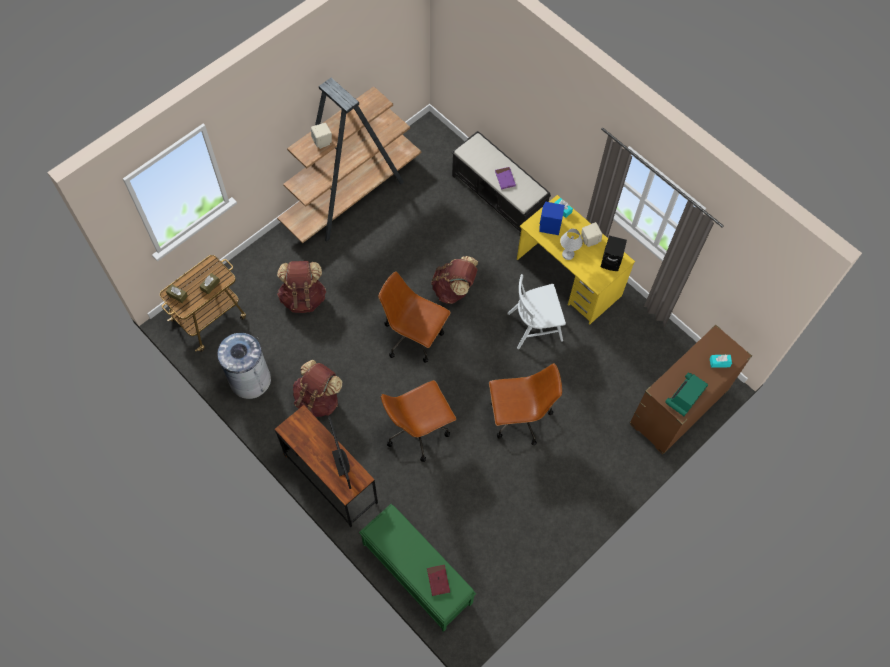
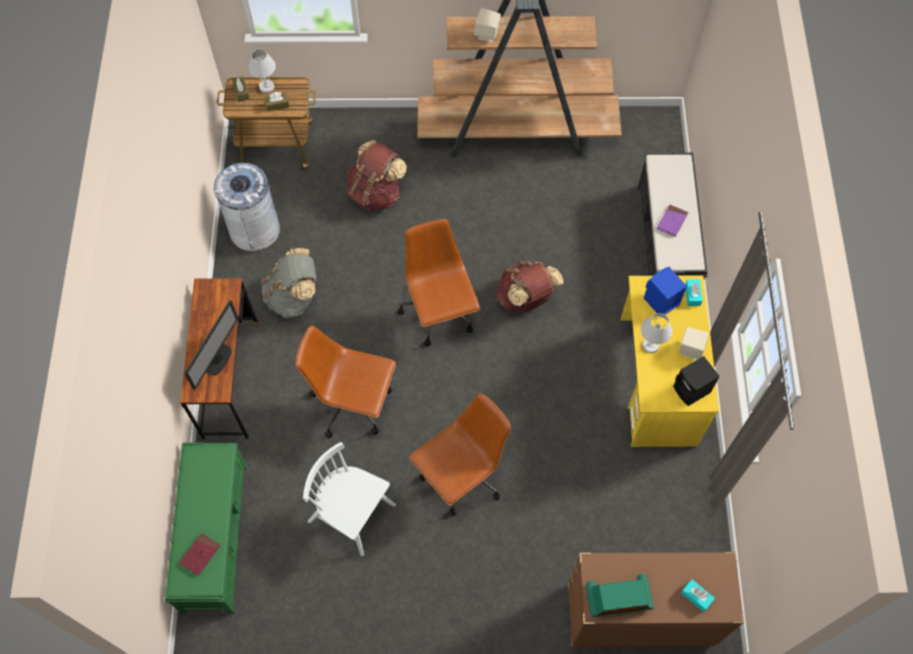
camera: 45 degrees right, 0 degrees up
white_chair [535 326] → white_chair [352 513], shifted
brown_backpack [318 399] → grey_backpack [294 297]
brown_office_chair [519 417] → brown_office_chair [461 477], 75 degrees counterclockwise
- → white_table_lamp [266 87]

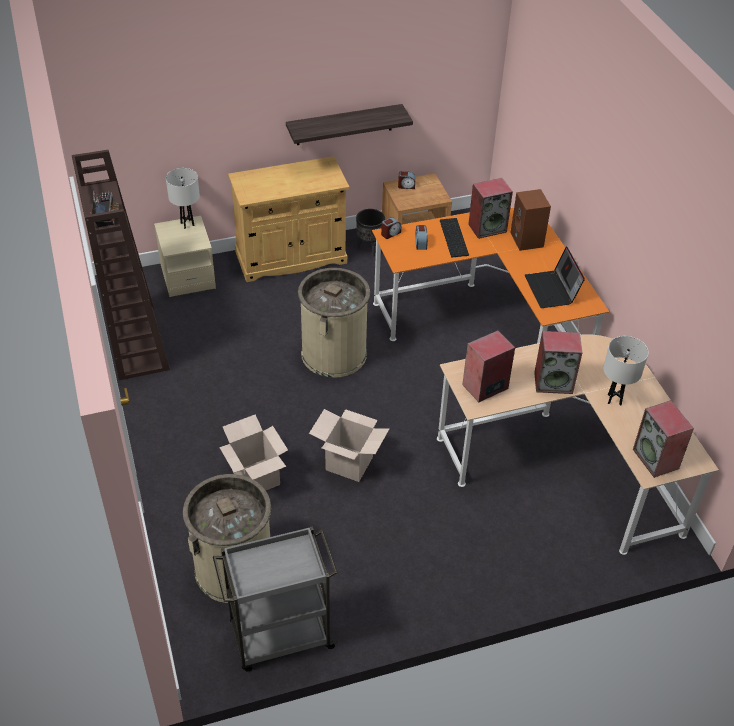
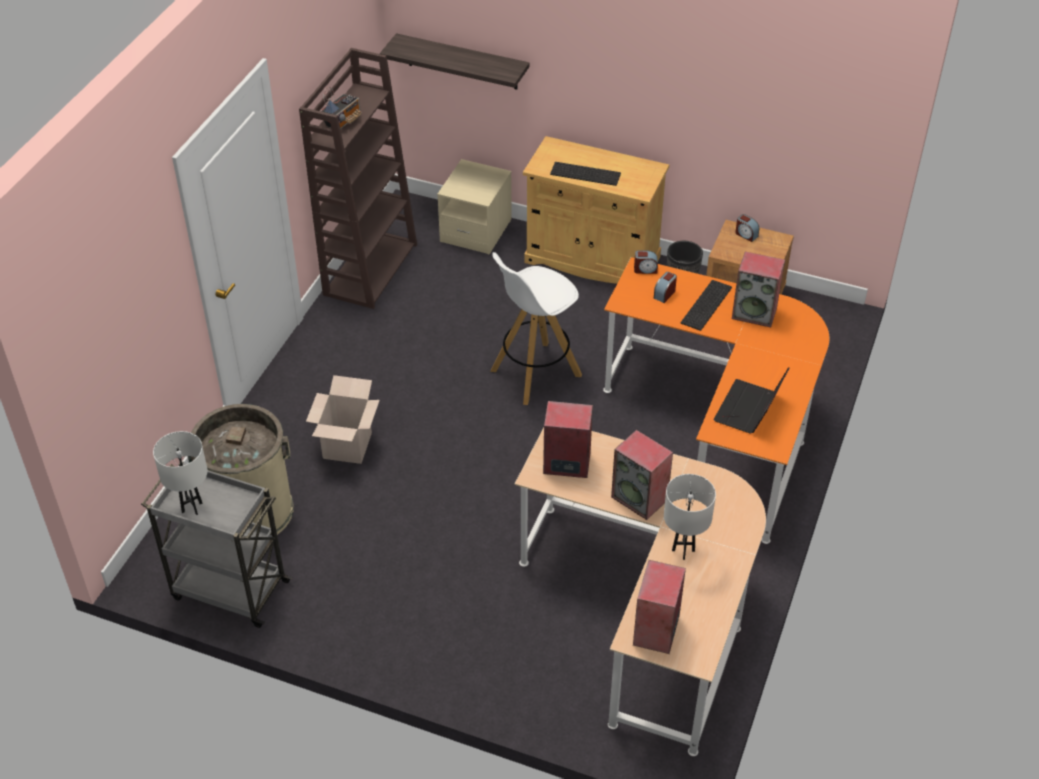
camera: 40 degrees right, 0 degrees up
shelf [344 125] → shelf [462 62], shifted
white_table_lamp [187 224] → white_table_lamp [191 507], shifted
brown_speaker [527 240] → -
beige_trash_can [334 353] → white_stool [534 373]
cardboard_box [349 463] → -
- → keyboard [586 173]

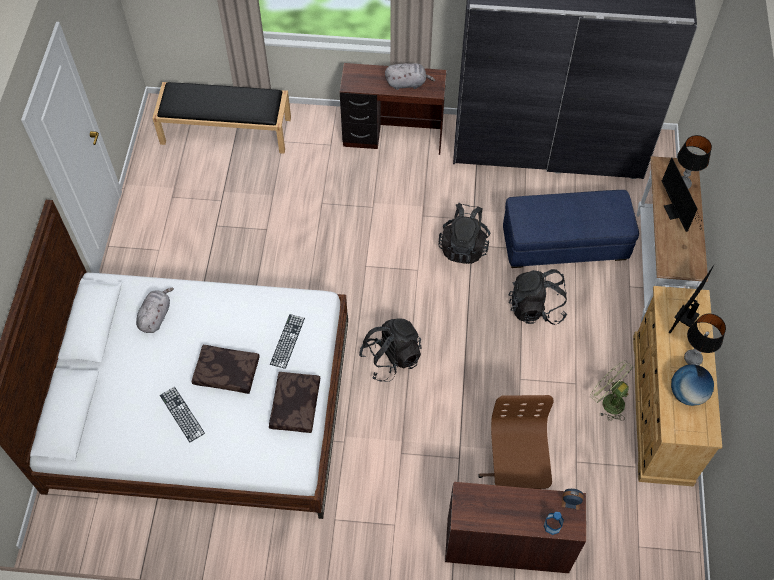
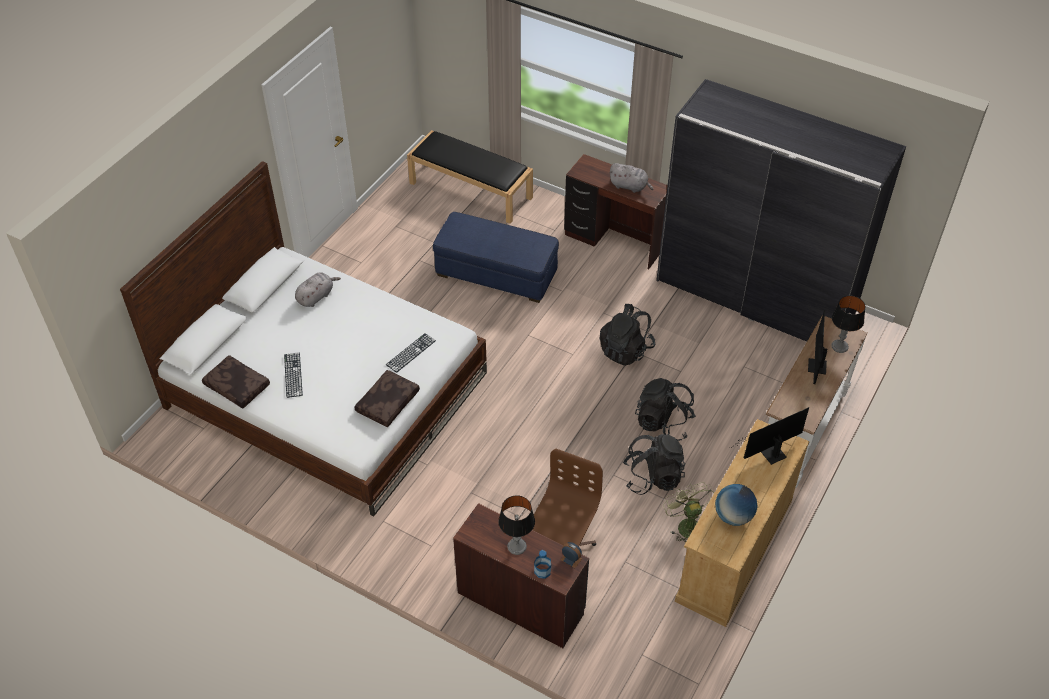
camera: 25 degrees right, 10 degrees down
blue_ottoman [565 244] → blue_ottoman [496 274], shifted
table_lamp [693 358] → table_lamp [517 546], shifted
black_backpack [391 358] → black_backpack [652 477], shifted
brown_pillow [226 373] → brown_pillow [236 387], shifted

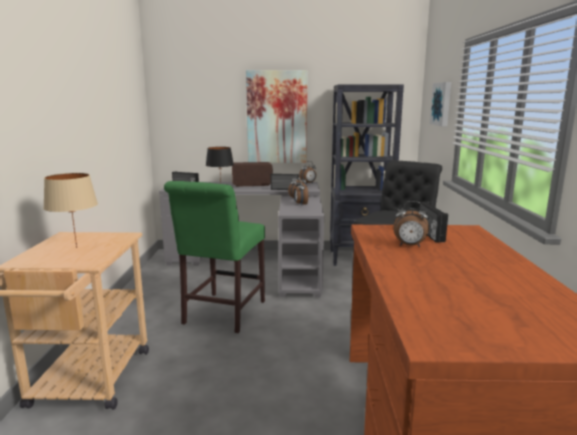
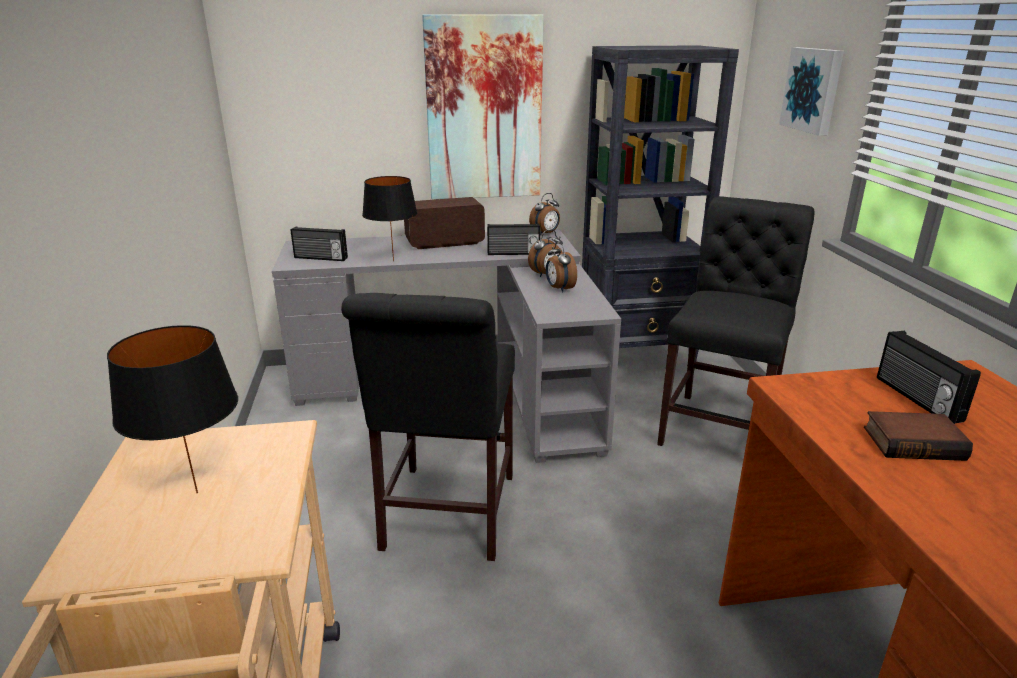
camera: 10 degrees left, 10 degrees up
beige_table_lamp [76 248] → black_table_lamp [196 493]
green_chair [221 314] → black_chair [446 517]
alarm_clock [409 246] → book [913 442]

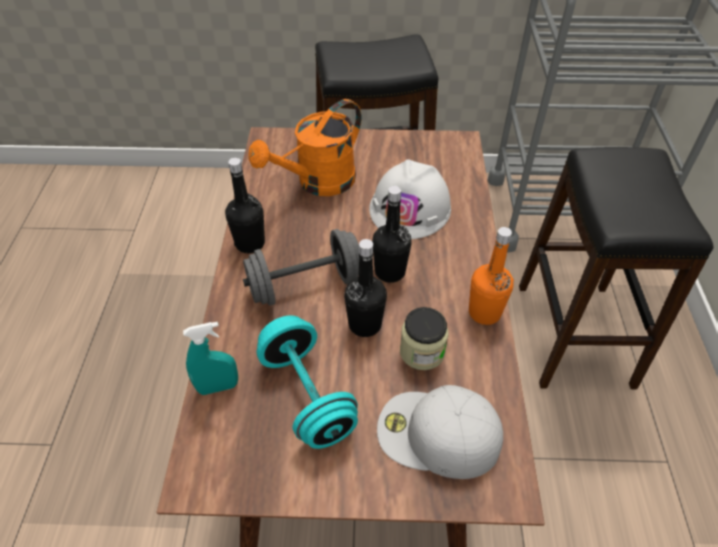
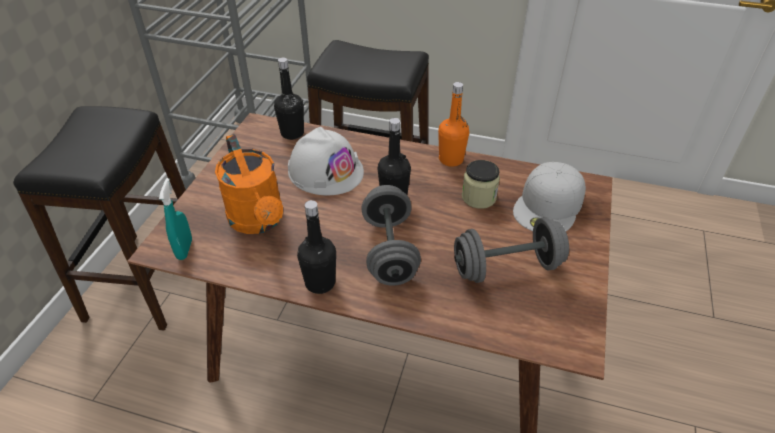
camera: 75 degrees left, 5 degrees down
black_bottle [365 324] → black_bottle [292 133], shifted
turquoise_dumbbell [307 396] → grey_dumbbell [506 267]
turquoise_spray_bottle [218 387] → turquoise_spray_bottle [184 249], shifted

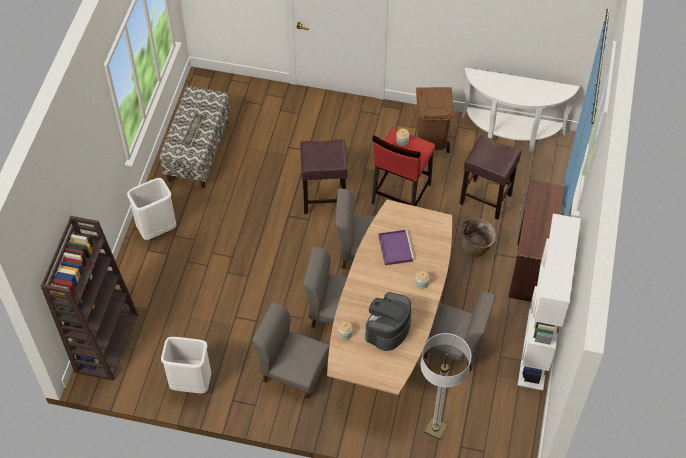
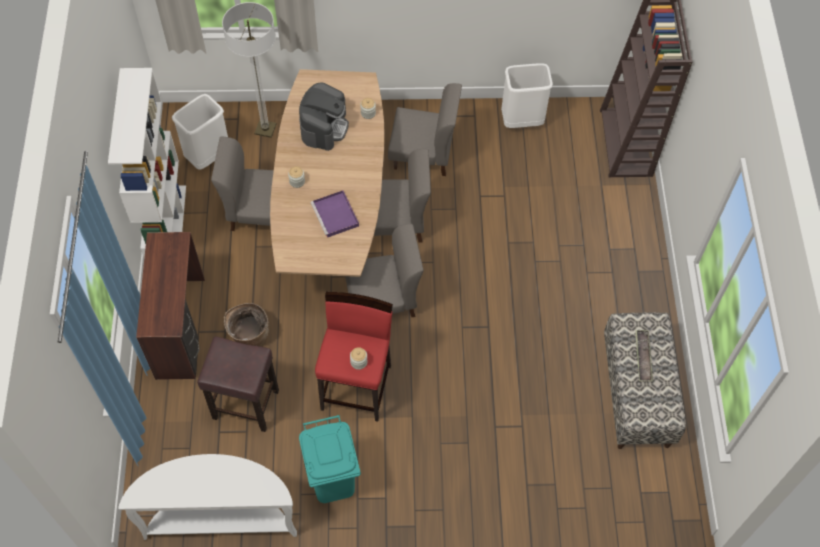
camera: 165 degrees right, 5 degrees up
brown_trash_can [431 141] → turquoise_trash_can [332 481]
brown_stool [325 198] → -
white_trash_can [157 230] → white_trash_can [208 157], shifted

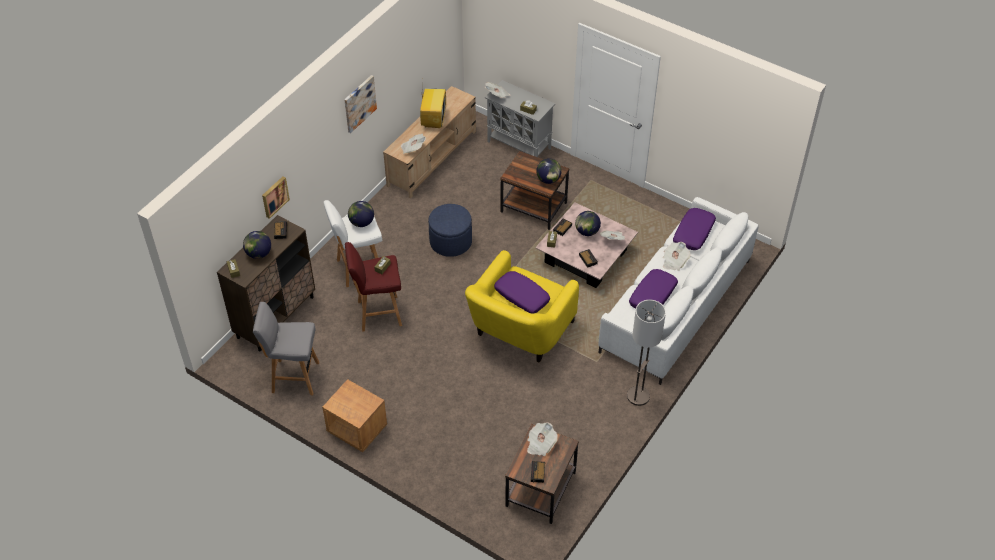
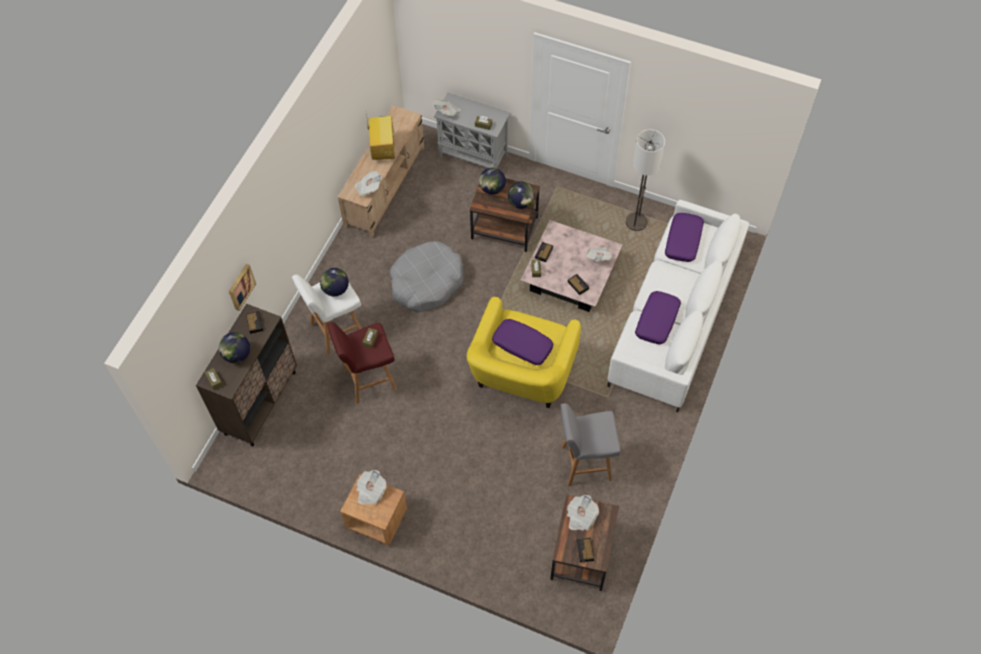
camera: 10 degrees left, 10 degrees up
picture [359 103] → -
blue_ottoman [450 242] → grey_dog_bed [426 282]
globe [587 232] → globe [492 189], shifted
newspaper [674 261] → newspaper [370 491], shifted
floor_lamp [638 396] → floor_lamp [636 222], shifted
grey_stool [294 377] → grey_stool [584 463], shifted

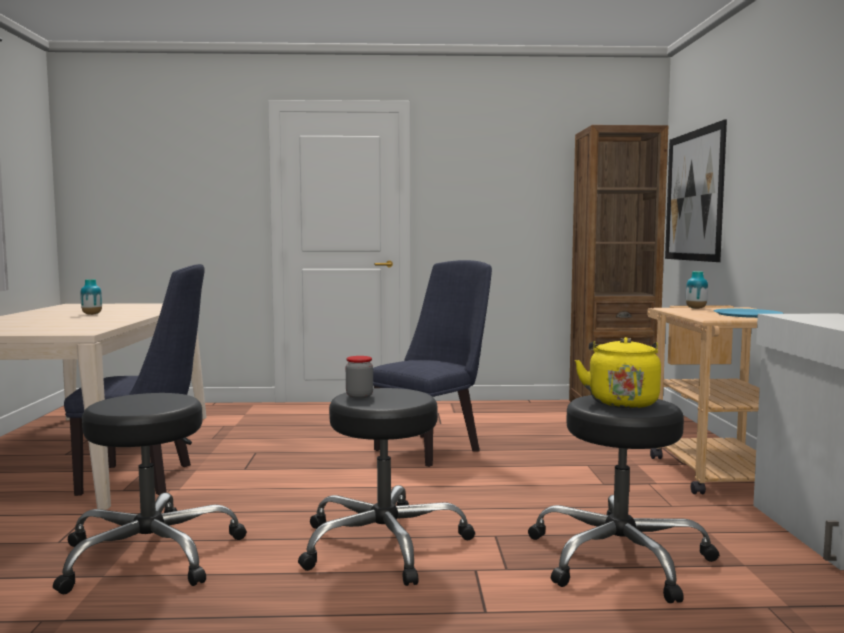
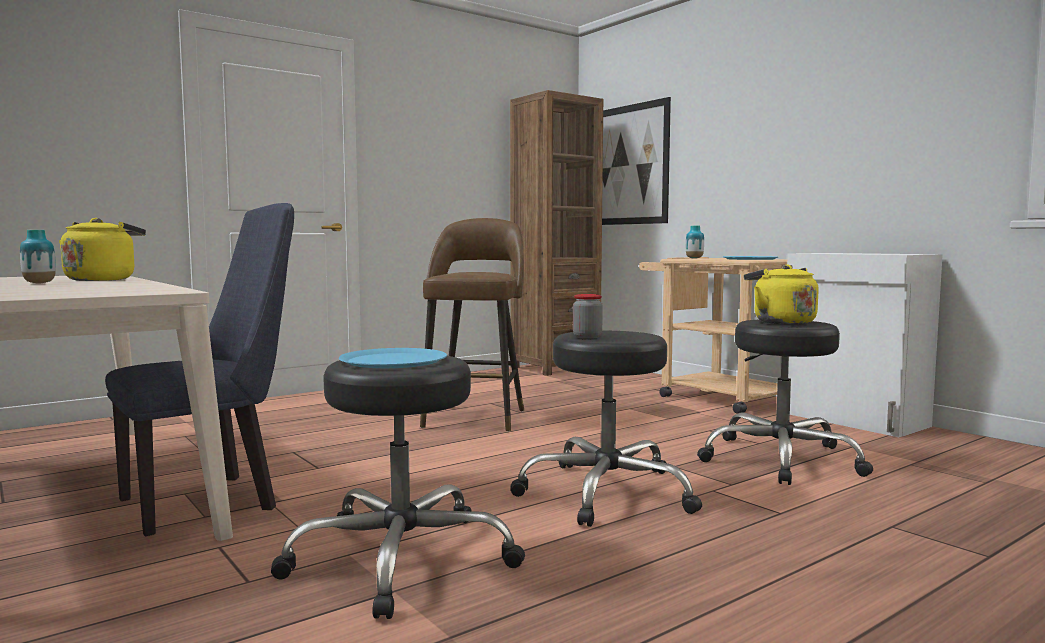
camera: 35 degrees left, 0 degrees up
blue_chair [432 448] → brown_stool [476 417]
- → yellow_kettle [102 279]
- → blue_plate [393 360]

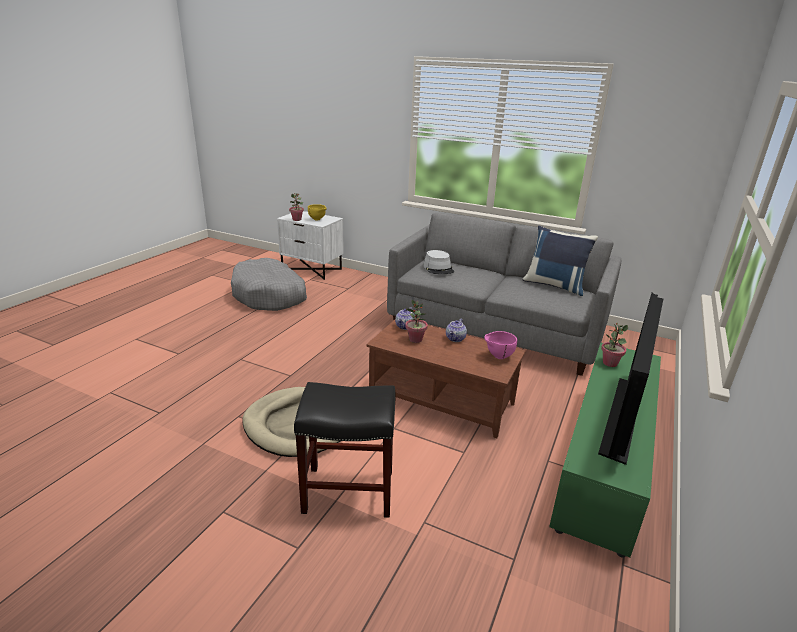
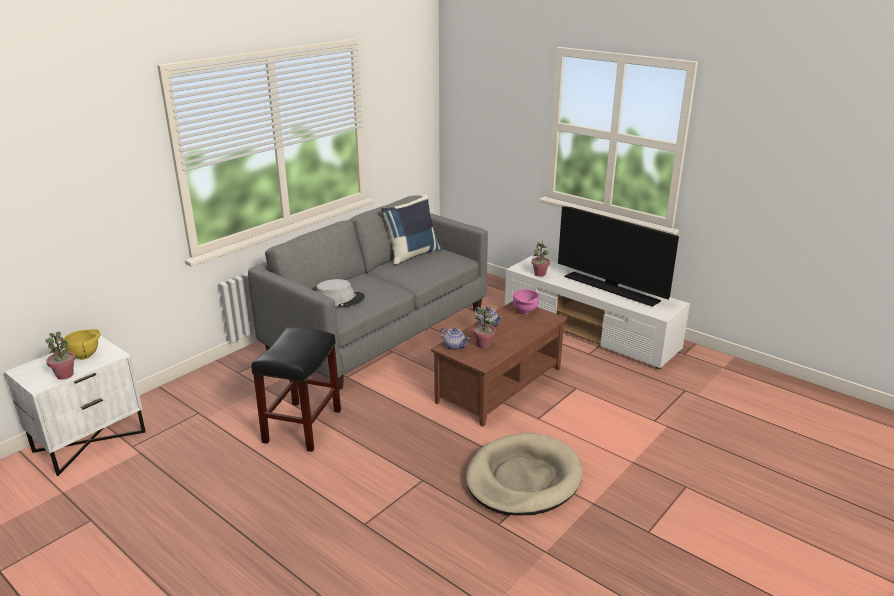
camera: 75 degrees left, 0 degrees up
grey_dog_bed [270 295] → -
green_tv_stand [605 460] → white_tv_stand [590 331]
black_stool [349 490] → black_stool [302 425], shifted

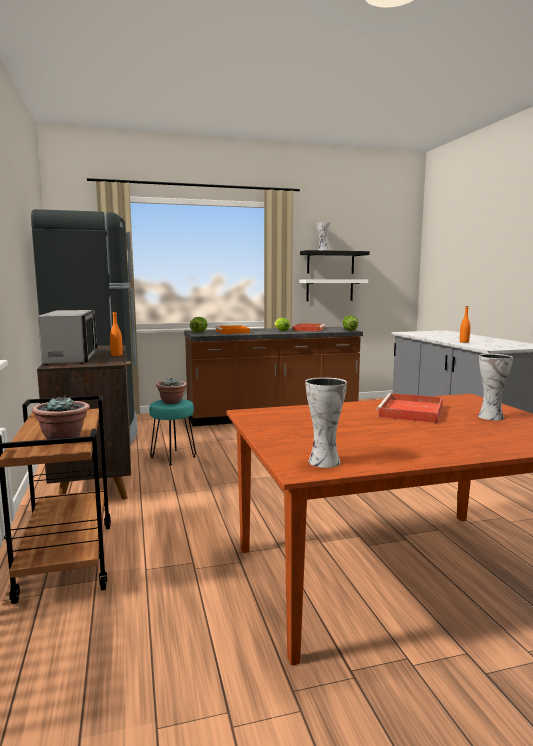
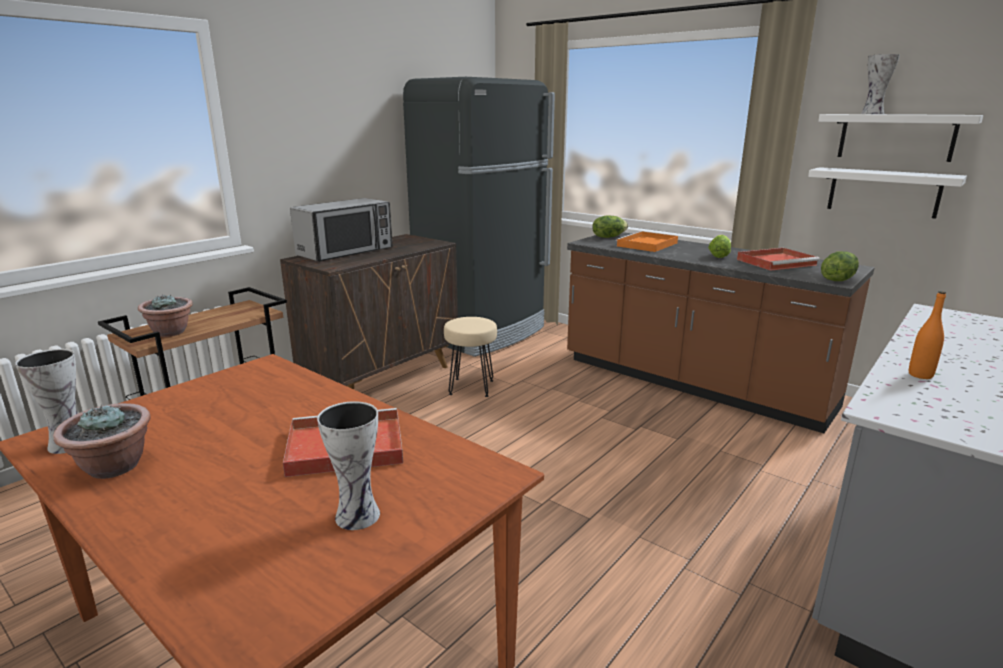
camera: 55 degrees right, 10 degrees up
black_shelf [330 262] → white_shelf [896 137]
orange_bottle [116 355] → -
potted_plant [172 402] → potted_plant [114 467], shifted
turquoise_stool [173 457] → beige_stool [472 387]

